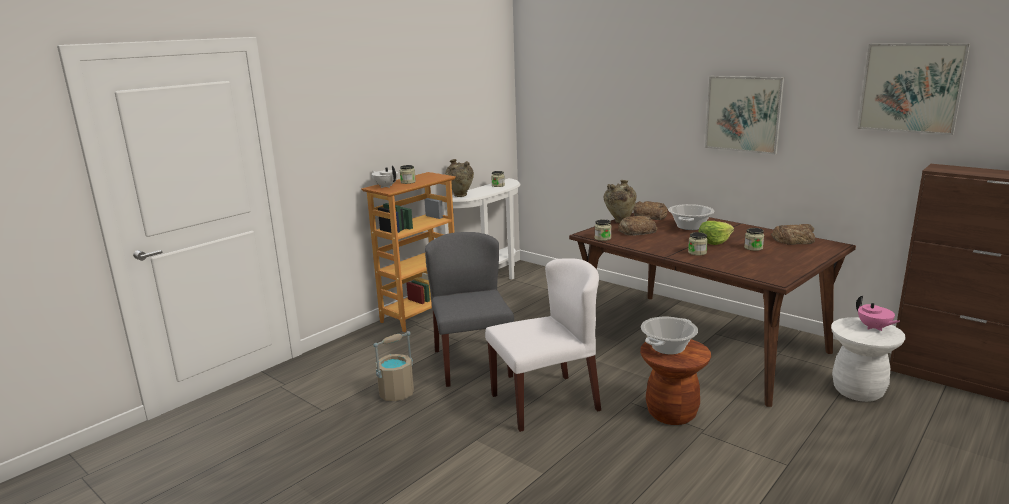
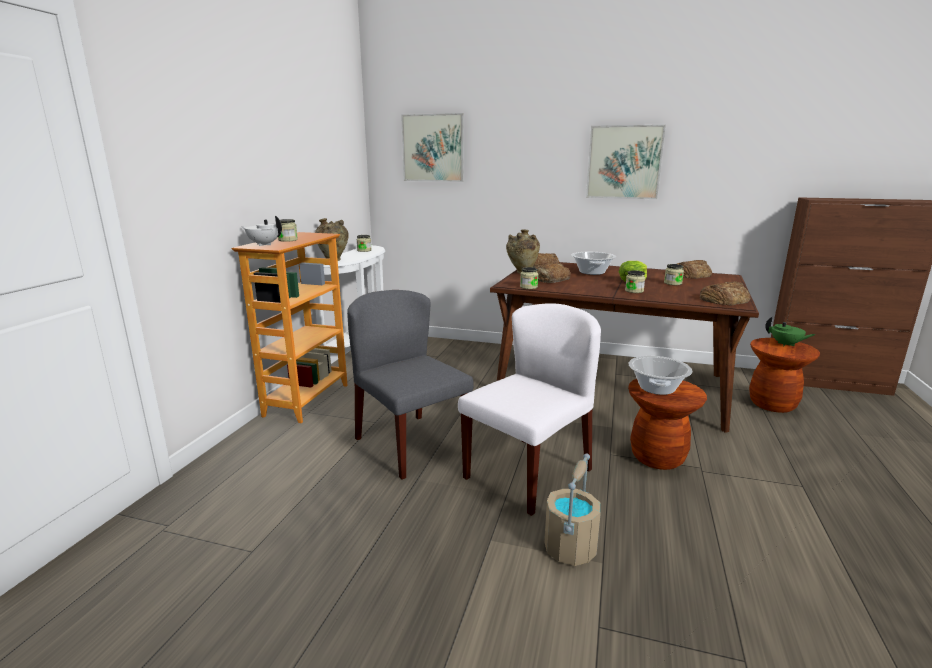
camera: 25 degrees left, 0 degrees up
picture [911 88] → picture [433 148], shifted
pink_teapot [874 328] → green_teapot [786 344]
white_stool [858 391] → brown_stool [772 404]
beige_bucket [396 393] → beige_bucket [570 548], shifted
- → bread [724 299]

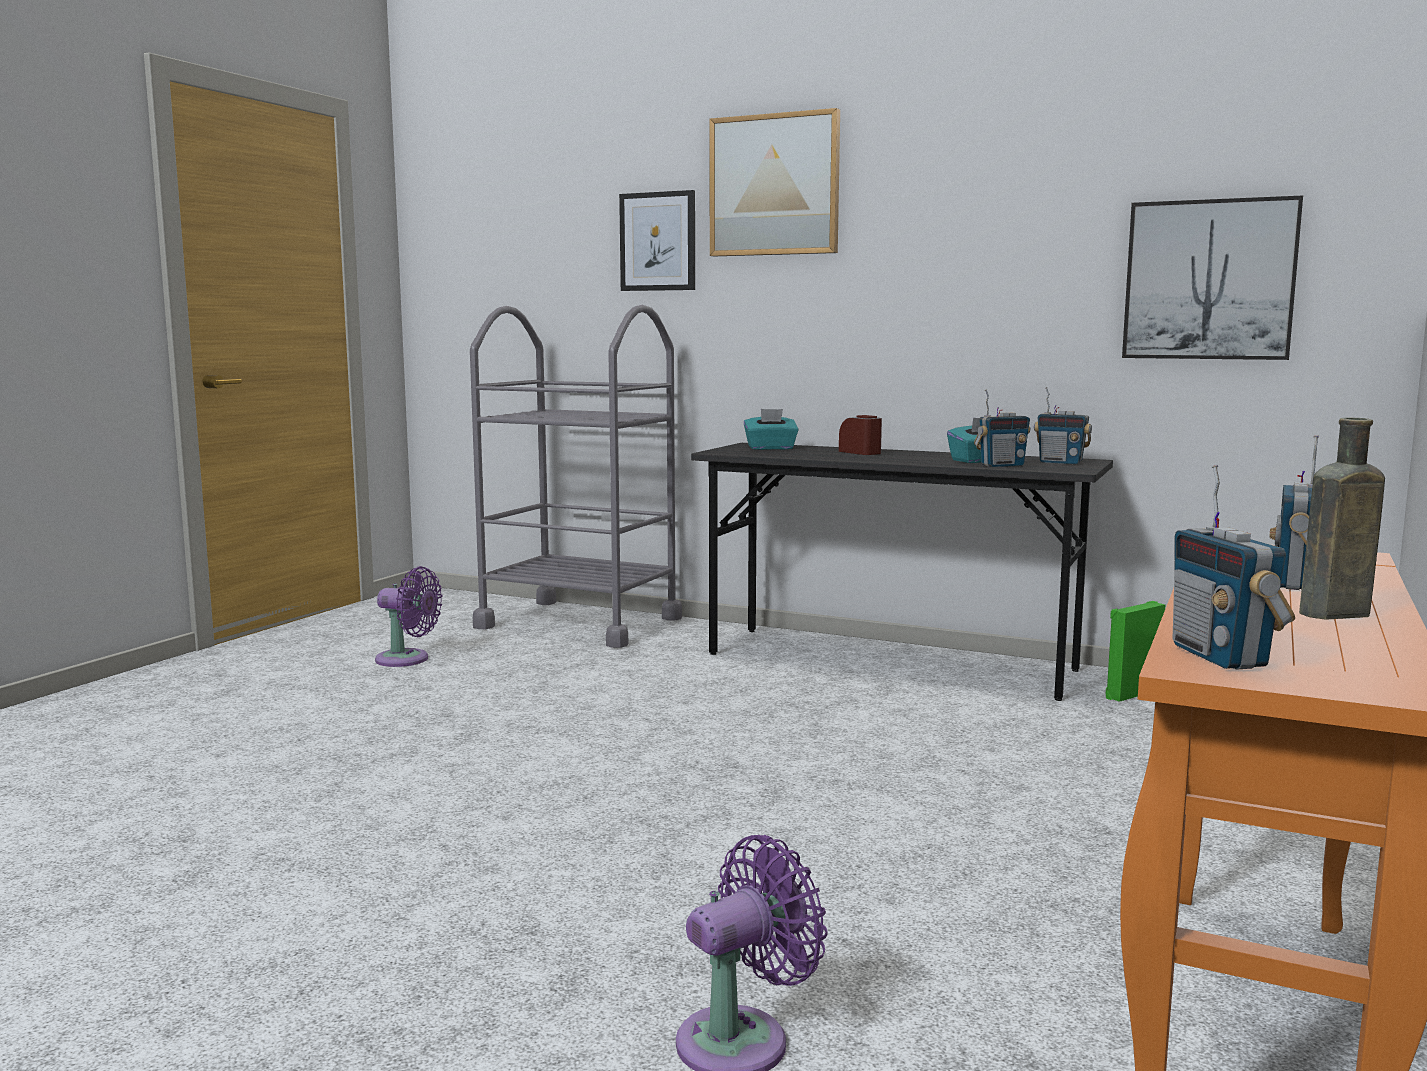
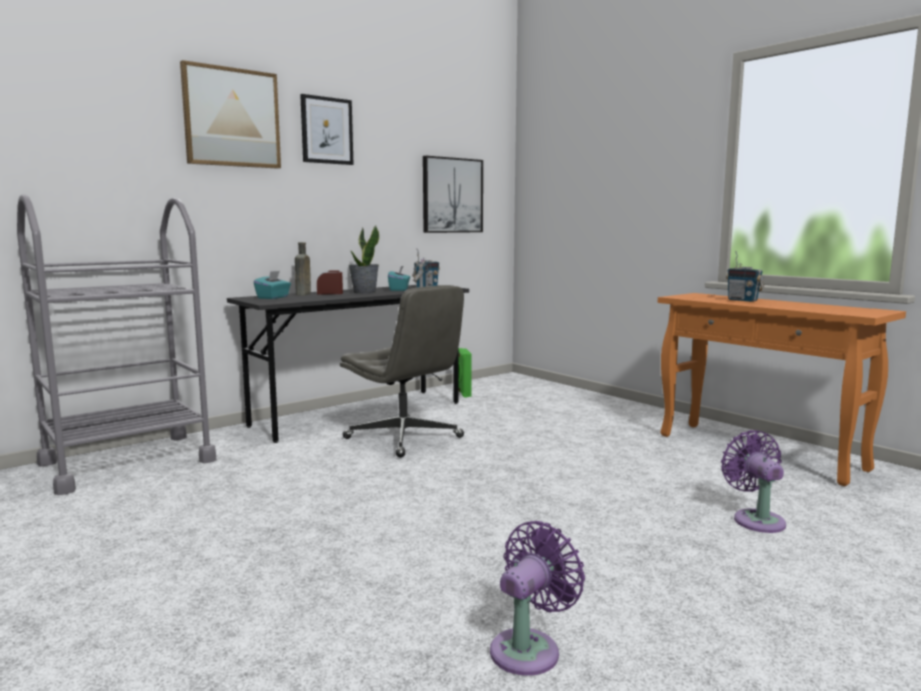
camera: 65 degrees left, 0 degrees up
picture [658 241] → picture [327 130], shifted
brown_bottle [1330 614] → brown_bottle [303 294], shifted
radio [1220 656] → -
purple_fan [407 660] → purple_fan [529 648], shifted
- → potted_plant [364 292]
- → grey_office_chair [405 438]

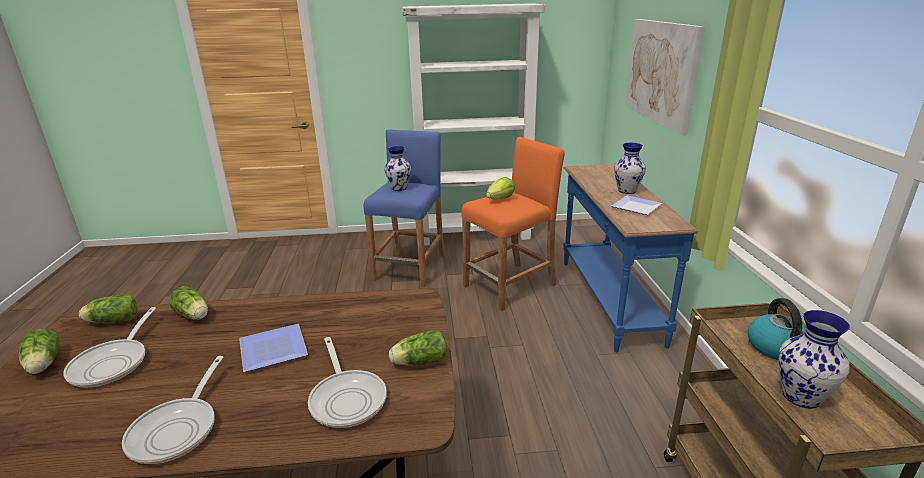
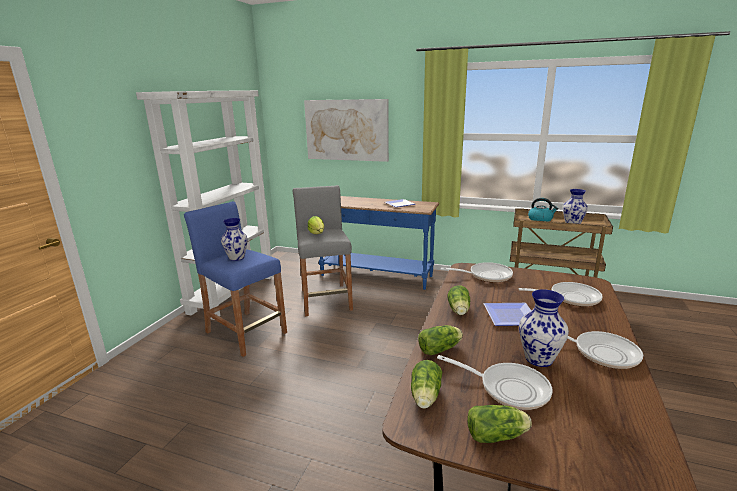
camera: 65 degrees left, 5 degrees down
orange_stool [510 286] → grey_stool [326 299]
vase [626 191] → vase [539 359], shifted
lettuce [418 362] → lettuce [458 311], shifted
- → frying_pan [486 276]

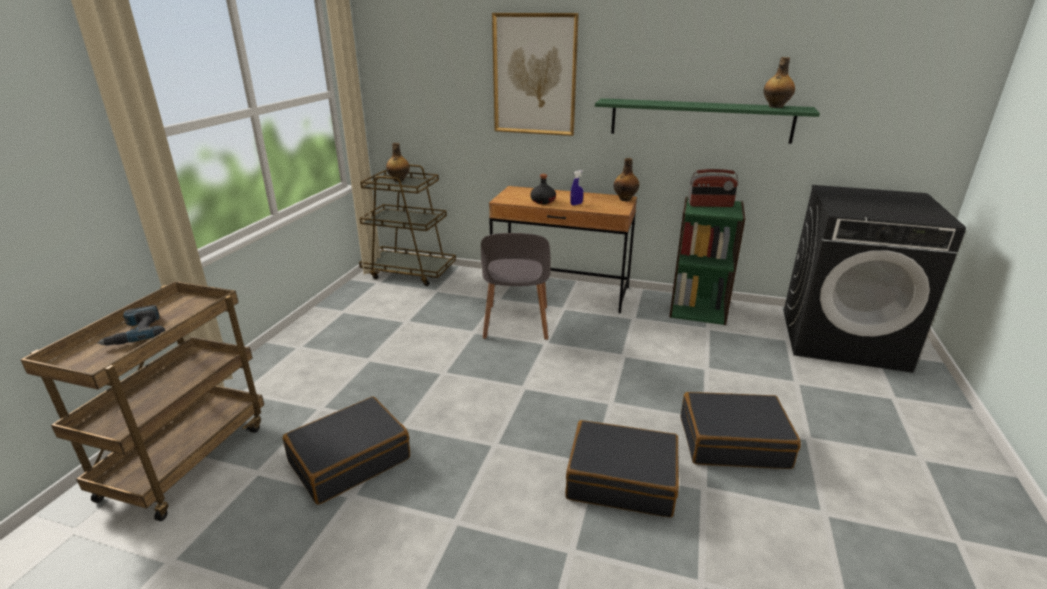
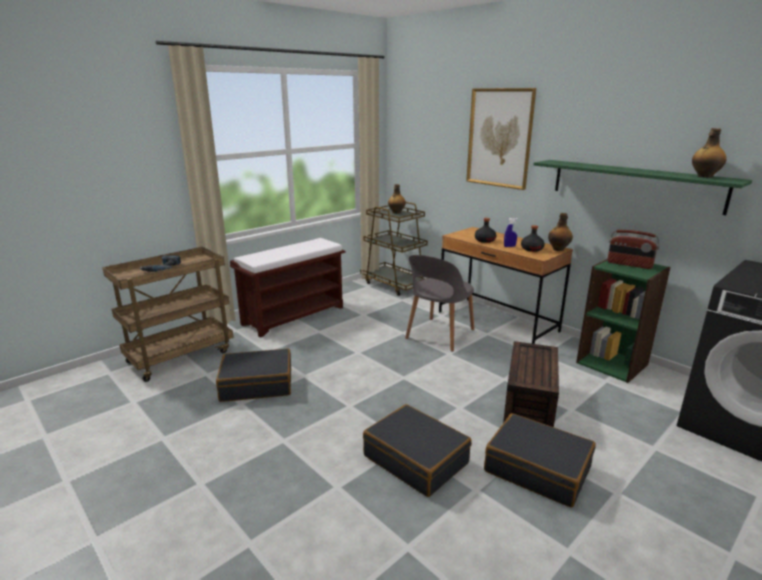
camera: 30 degrees right, 5 degrees down
- → black_bottle [531 249]
- → brown_bench [294 315]
- → brown_storage_box [530 404]

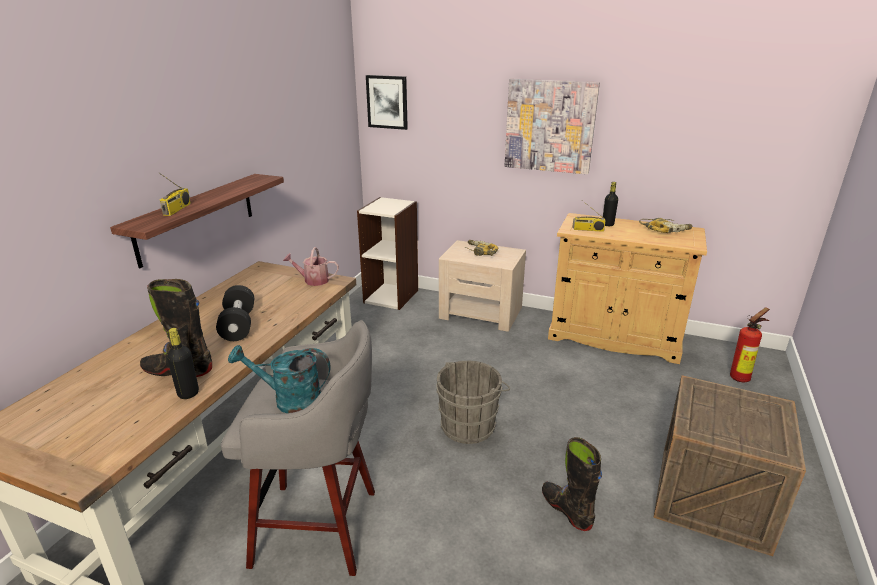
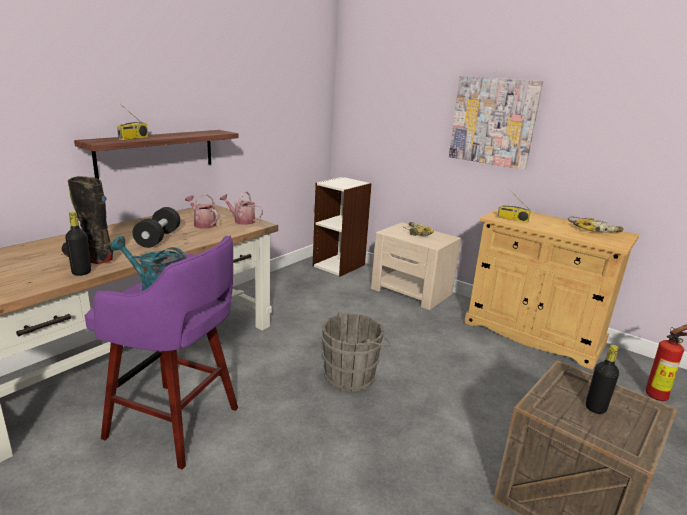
camera: 15 degrees right, 5 degrees down
picture [387 102] → -
black_bottle [607 224] → black_bottle [595 408], shifted
grey_stool [320 528] → purple_stool [176 424]
black_boot [567 510] → -
- → watering_can [203 224]

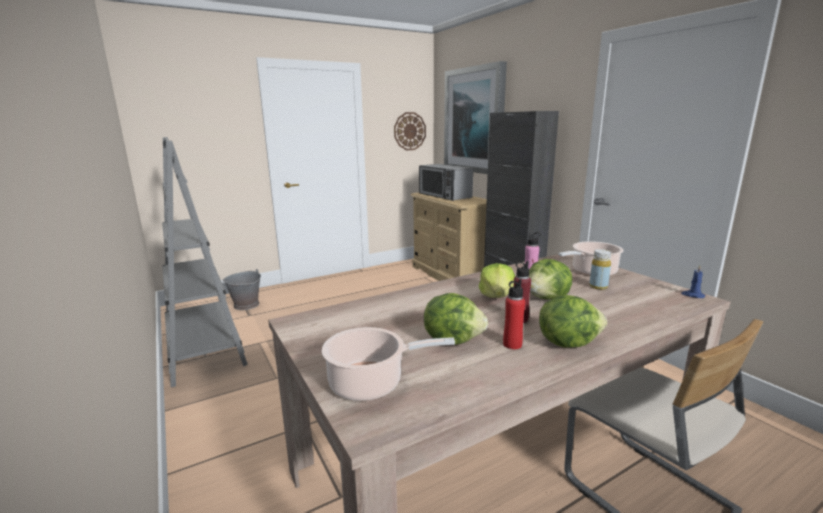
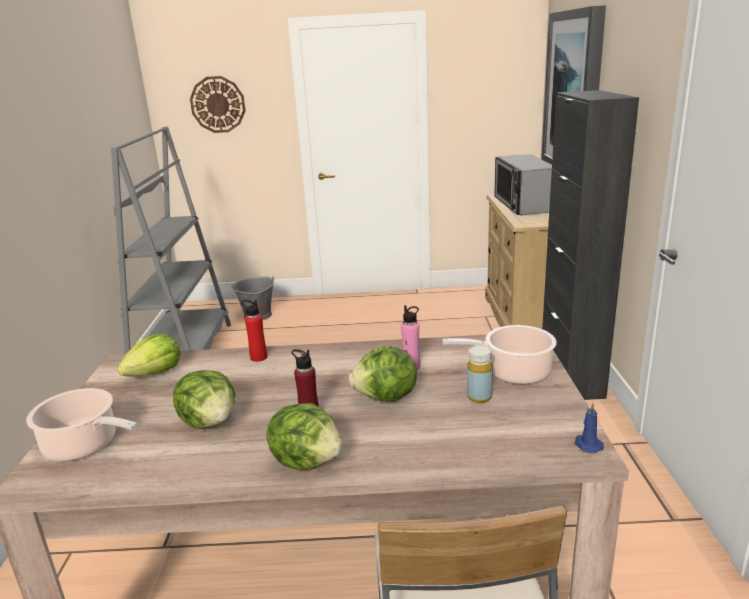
camera: 30 degrees right, 5 degrees up
wall_clock [409 131] → wall_clock [218 104], shifted
lettuce [497 296] → lettuce [155 373], shifted
red_bottle [512 344] → red_bottle [258 357], shifted

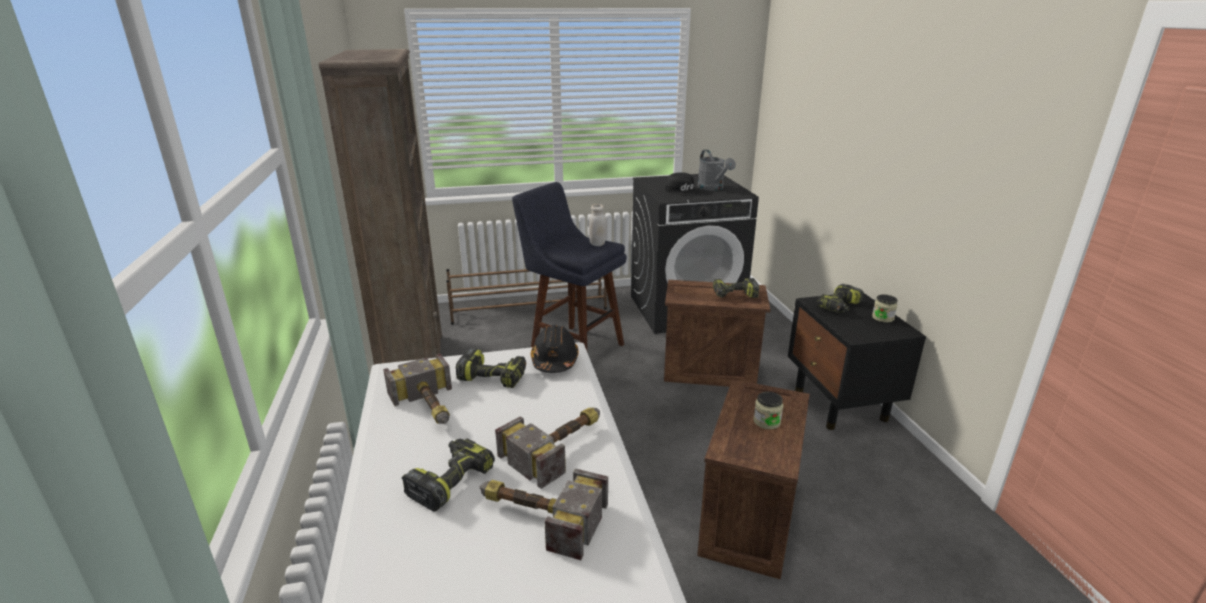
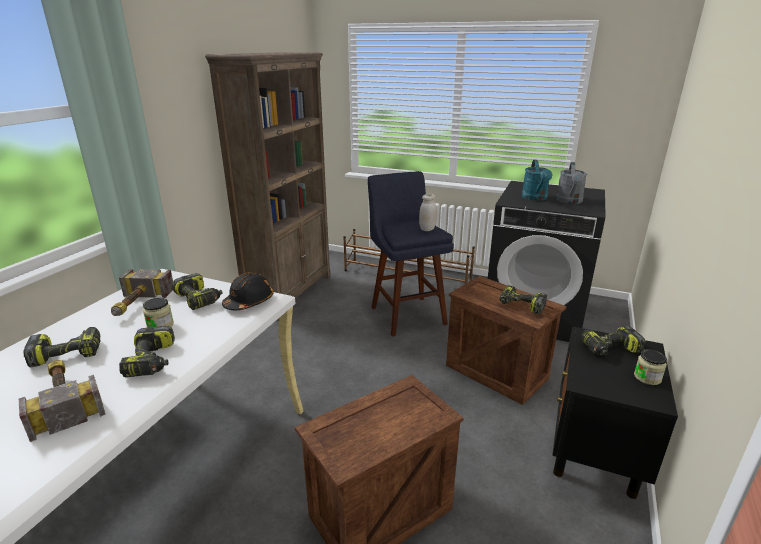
camera: 35 degrees right, 0 degrees up
black_cap [682 191] → turquoise_watering_can [535 198]
jar [766 421] → jar [160 325], shifted
hammer [561 446] → power_drill [152 361]

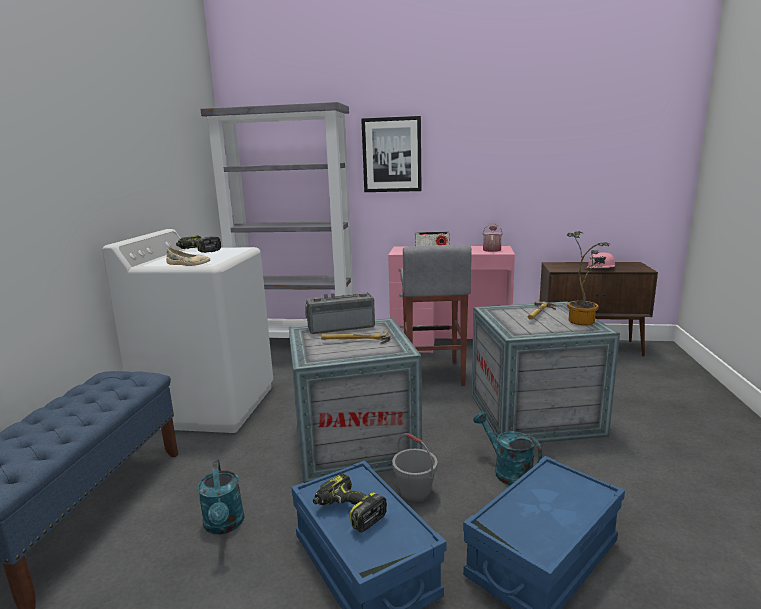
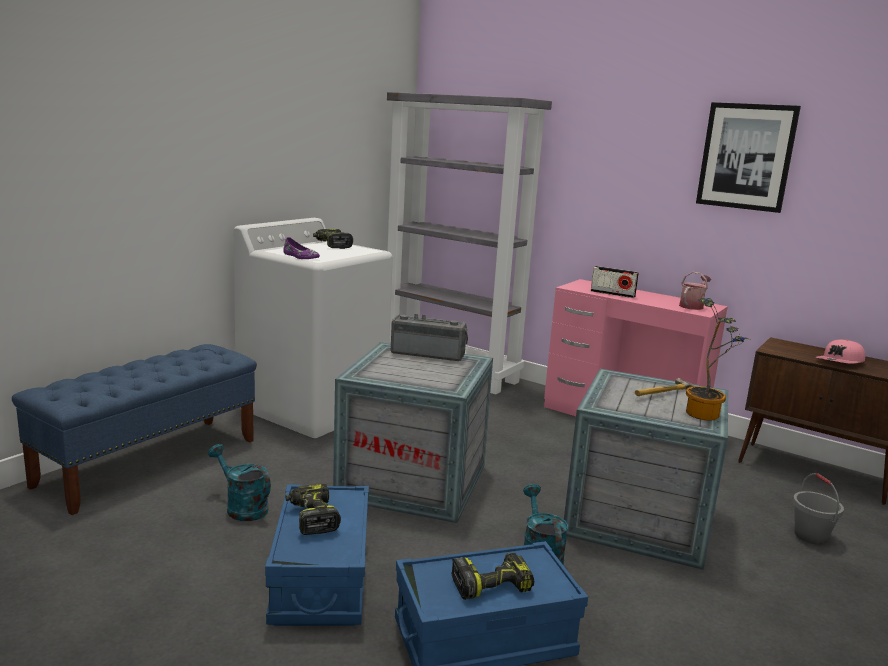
camera: 25 degrees right, 0 degrees up
picture [392 155] → picture [746 156], shifted
grey_stool [432 374] → -
beige_shoe [188 264] → purple_shoe [300 257]
hammer [357 342] → -
grey_bucket [415 493] → grey_bucket [811 536], shifted
turquoise_watering_can [224 525] → turquoise_watering_can [242 507], 120 degrees clockwise
- → power_drill [491 584]

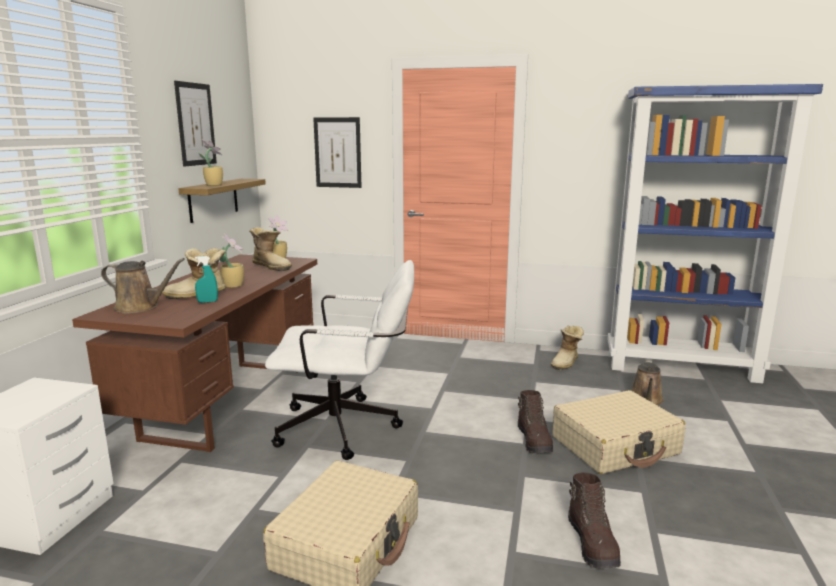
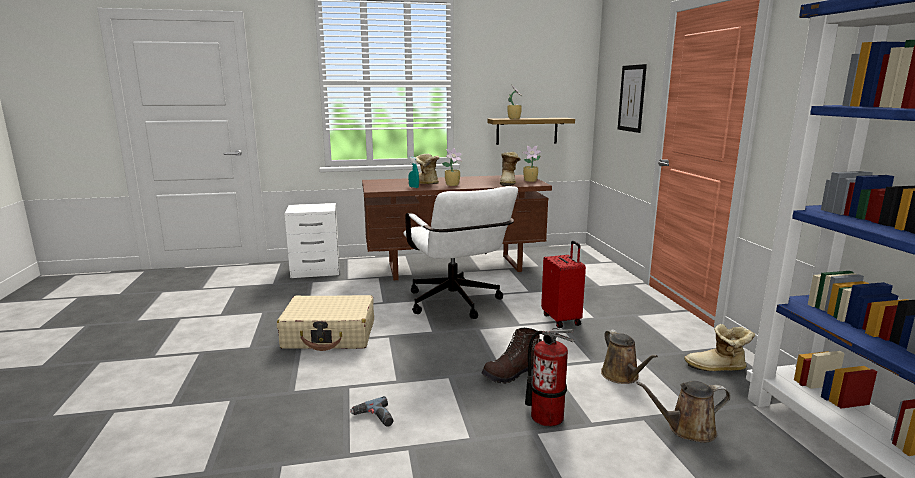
camera: 65 degrees right, 0 degrees up
picture [195 124] → -
brown_watering_can [140 307] → brown_watering_can [622 376], shifted
beige_suitcase [615 446] → fire_extinguisher [547 416]
brown_boot [593 544] → power_drill [374 418]
- → red_suitcase [562 319]

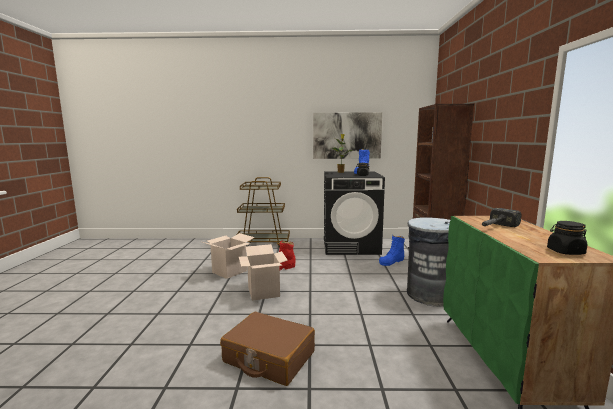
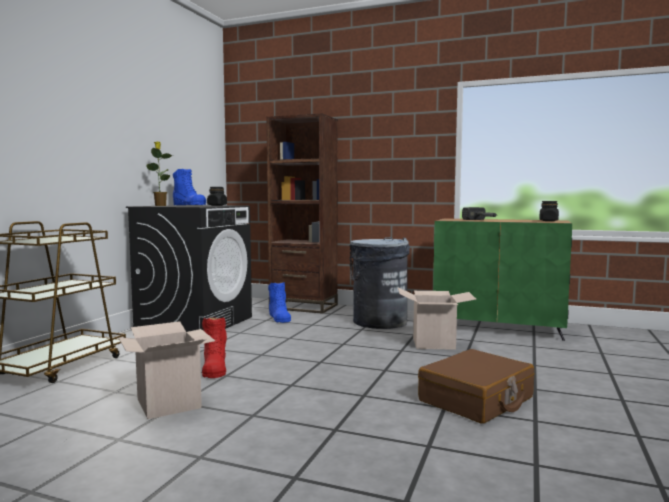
camera: 70 degrees left, 5 degrees down
picture [347 135] → -
cardboard_box [263 292] → cardboard_box [433 343], shifted

